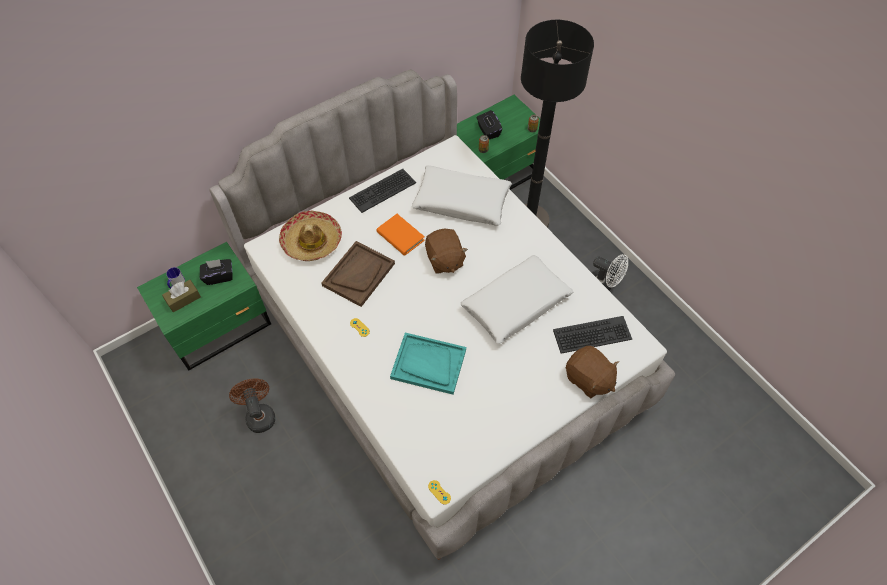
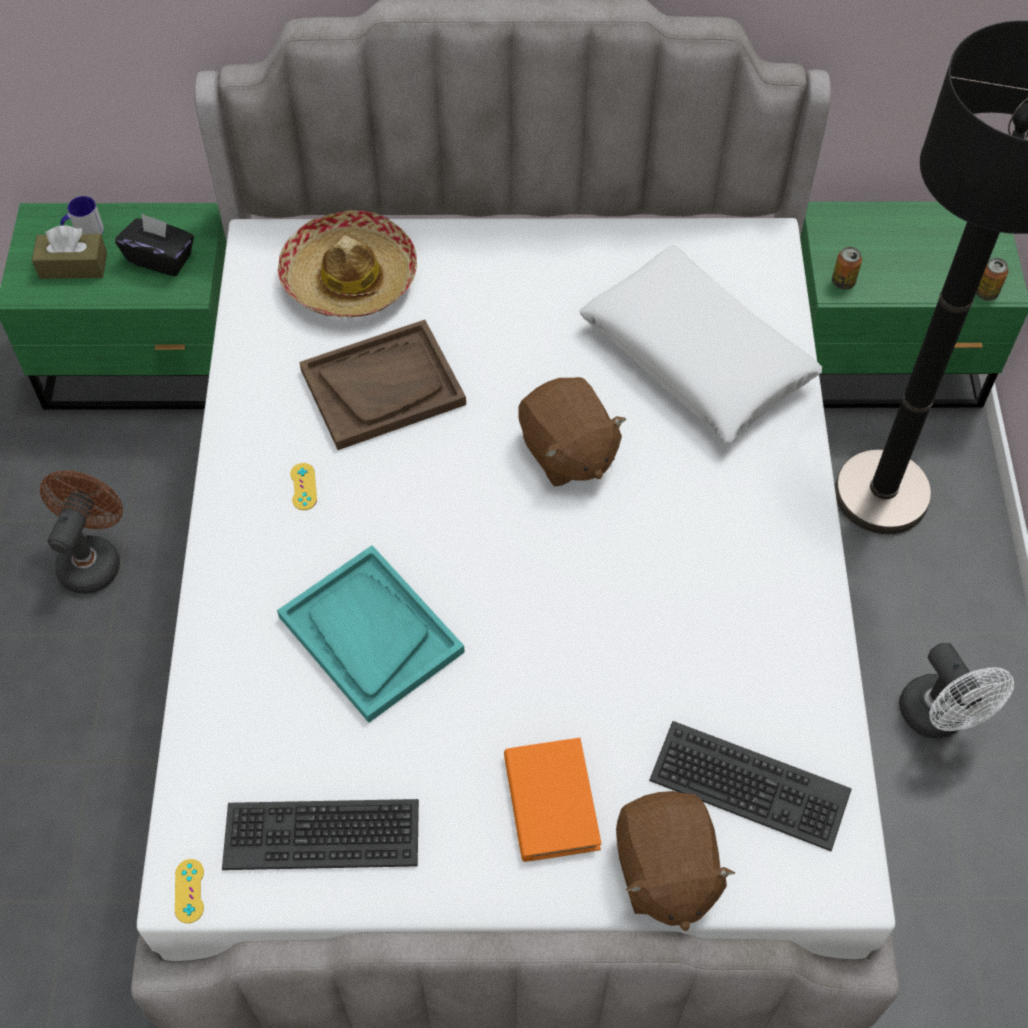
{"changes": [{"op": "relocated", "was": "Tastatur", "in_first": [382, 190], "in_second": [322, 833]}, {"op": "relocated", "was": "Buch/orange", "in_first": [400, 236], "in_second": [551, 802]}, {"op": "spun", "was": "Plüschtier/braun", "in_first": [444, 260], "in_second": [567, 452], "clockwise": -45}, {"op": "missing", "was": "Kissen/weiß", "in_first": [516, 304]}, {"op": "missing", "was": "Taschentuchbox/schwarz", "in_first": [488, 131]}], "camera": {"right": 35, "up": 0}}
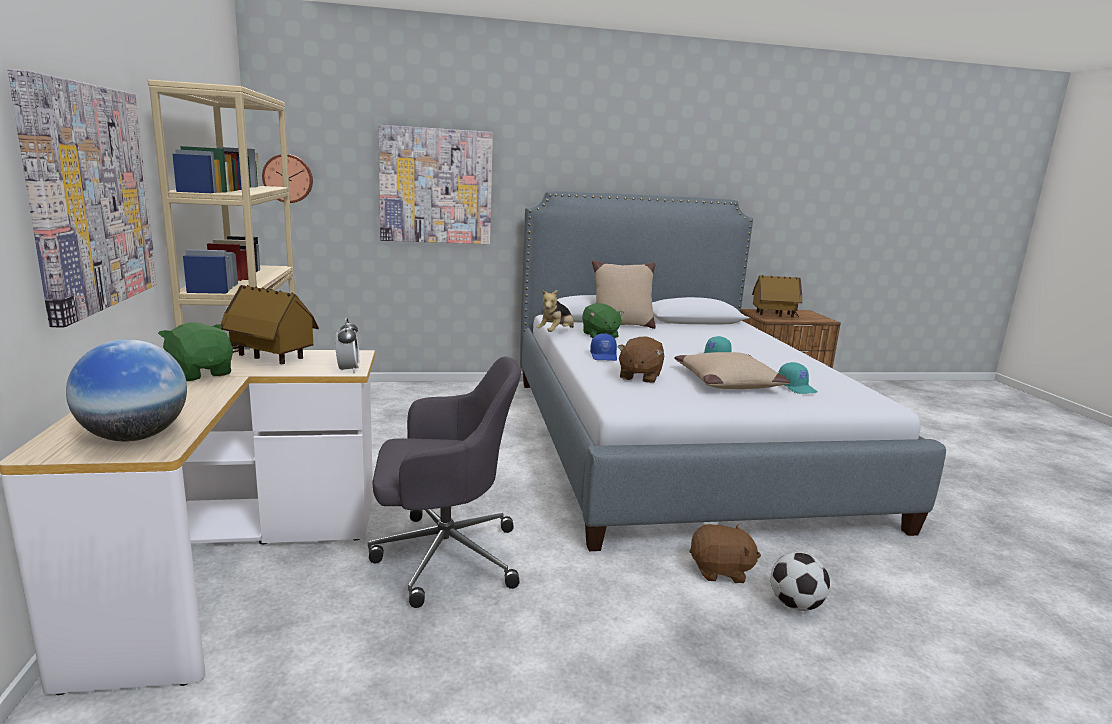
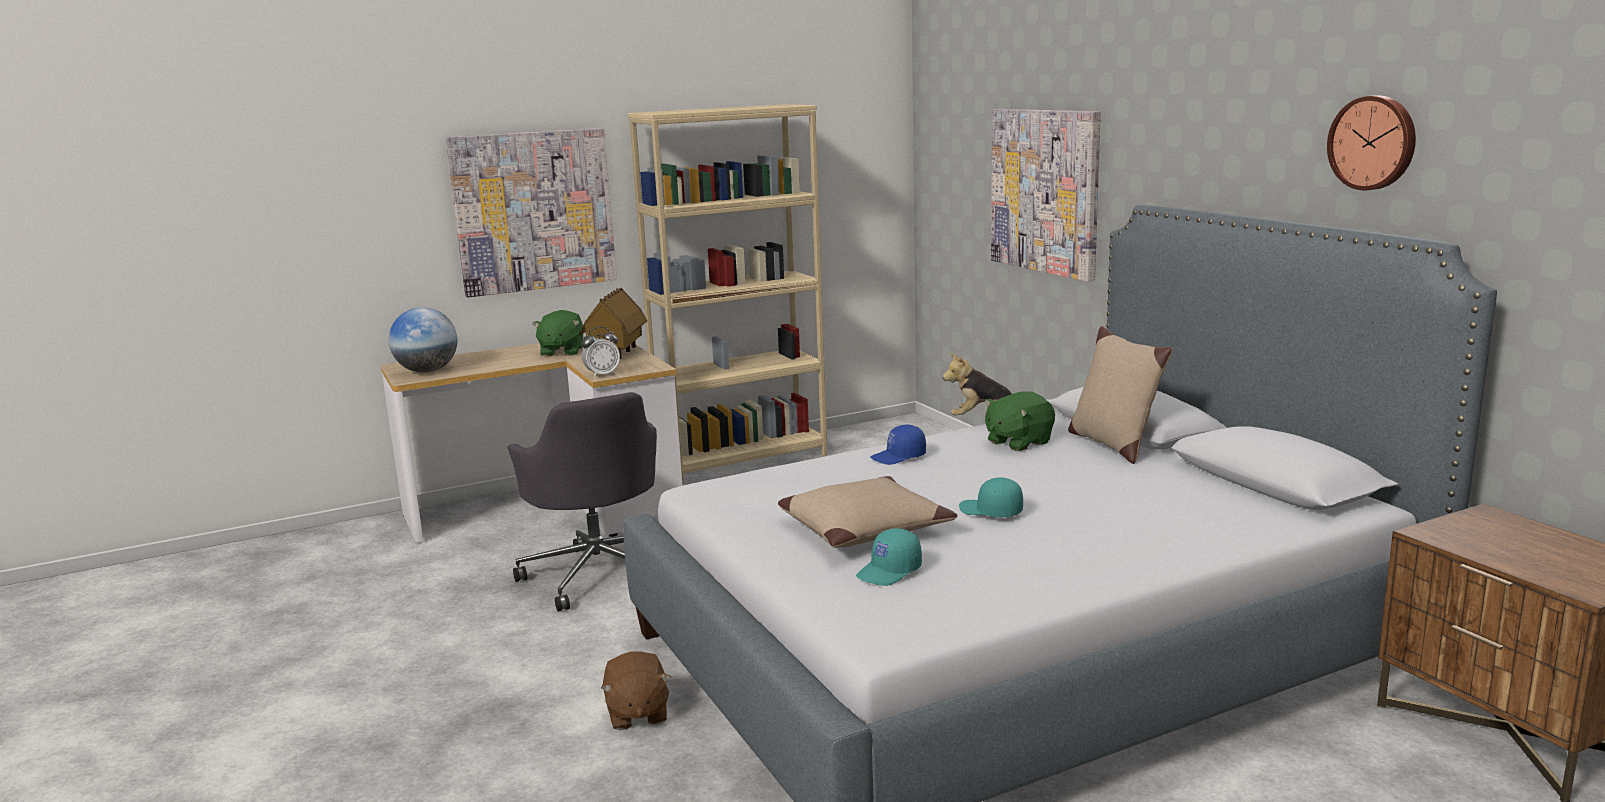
{"changes": [{"op": "spun", "was": "Plüschtier/grün", "in_first": [201, 373], "in_second": [561, 352], "clockwise": 150}, {"op": "relocated", "was": "Wanduhr", "in_first": [288, 178], "in_second": [1373, 142]}, {"op": "missing", "was": "Plüschtier/braun", "in_first": [639, 376]}, {"op": "missing", "was": "Spielzeughaus", "in_first": [774, 315]}, {"op": "missing", "was": "Fußball", "in_first": [795, 605]}], "camera": {"right": 75, "up": 0}}
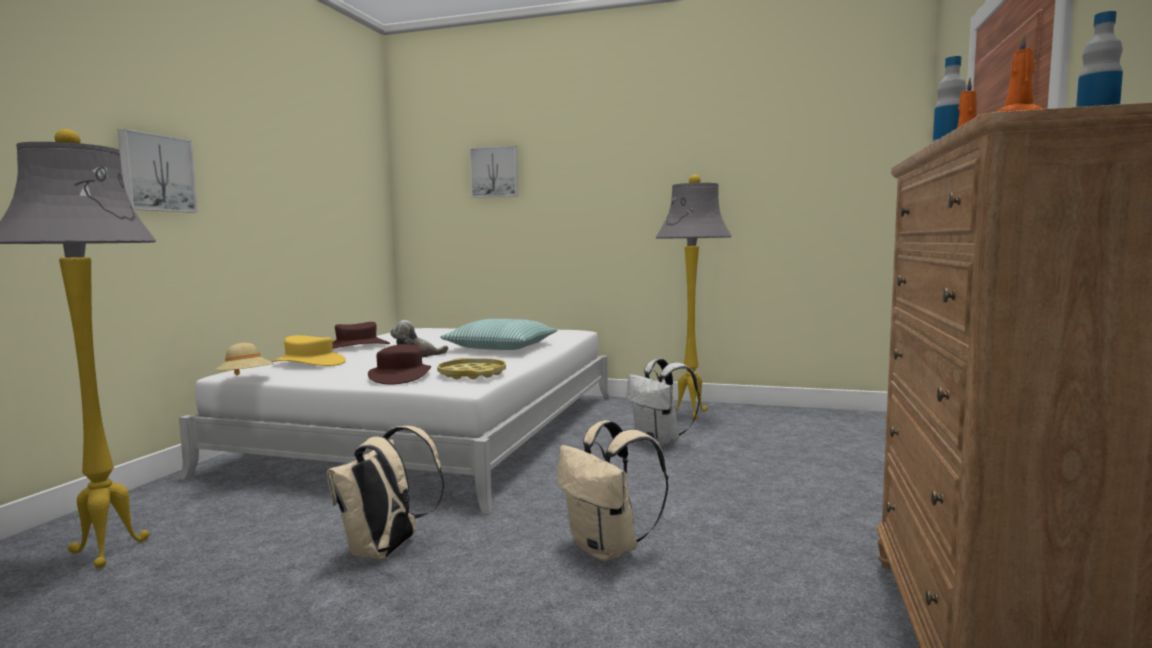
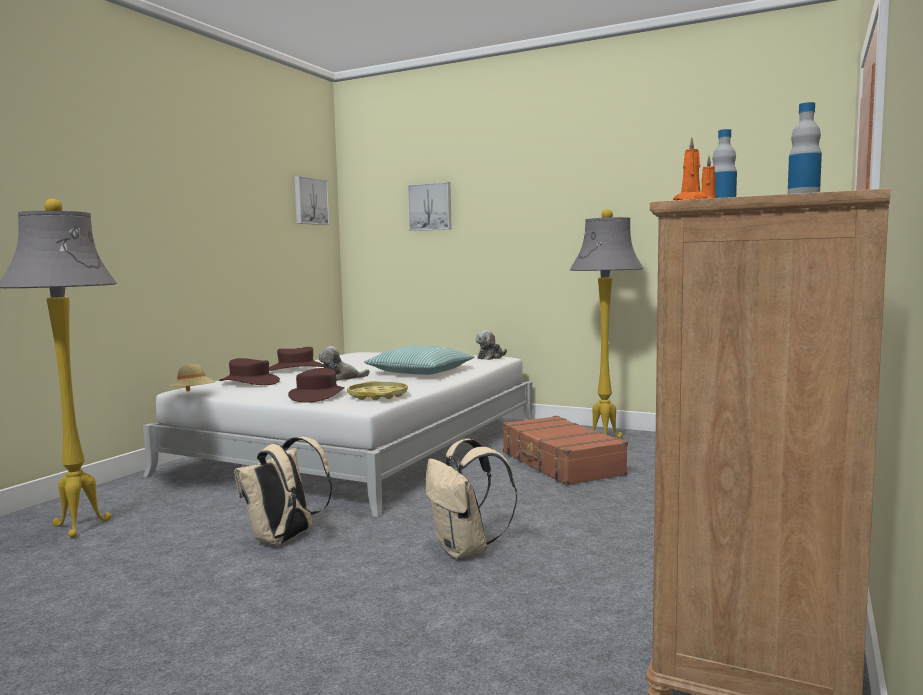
{"changes": [{"op": "relocated", "was": "Bild", "in_first": [156, 173], "in_second": [310, 201]}, {"op": "colour", "was": "Hut/gelb", "now": "Hut/braun", "in_first": [309, 362], "in_second": [250, 382]}, {"op": "exchanged", "was": "Rucksack/weiß", "now": "Koffer/braun", "in_first": [660, 441], "in_second": [560, 464]}, {"op": "appeared", "now": "Plüschtier", "in_second": [491, 357]}], "camera": {"right": 10, "up": 0}}
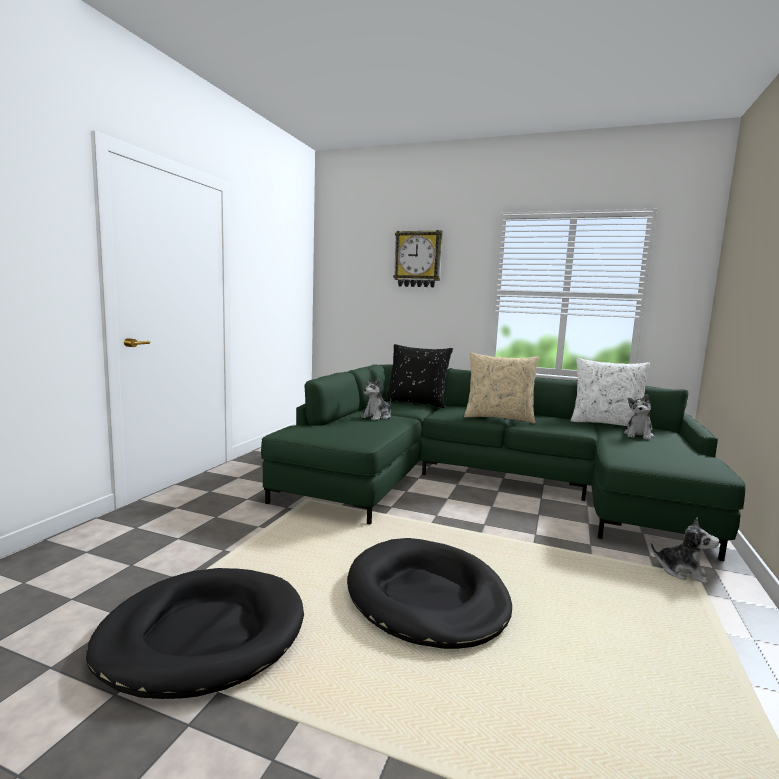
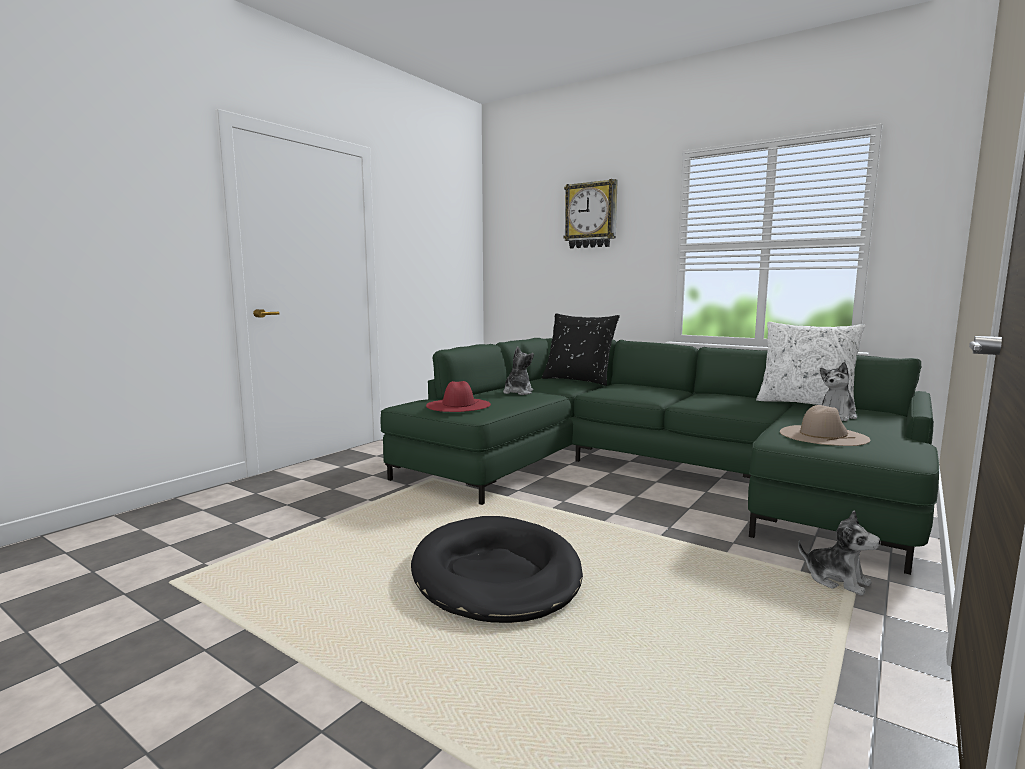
{"changes": [{"op": "missing", "was": "Hundebett/schwarz", "in_first": [203, 635]}, {"op": "spun", "was": "Plüschtier", "in_first": [377, 417], "in_second": [517, 392], "clockwise": 150}, {"op": "missing", "was": "Kissen/beige", "in_first": [499, 418]}, {"op": "appeared", "now": "Hut/rot", "in_second": [458, 405]}, {"op": "appeared", "now": "Hut/beige", "in_second": [823, 435]}], "camera": {"right": 15, "up": 0}}
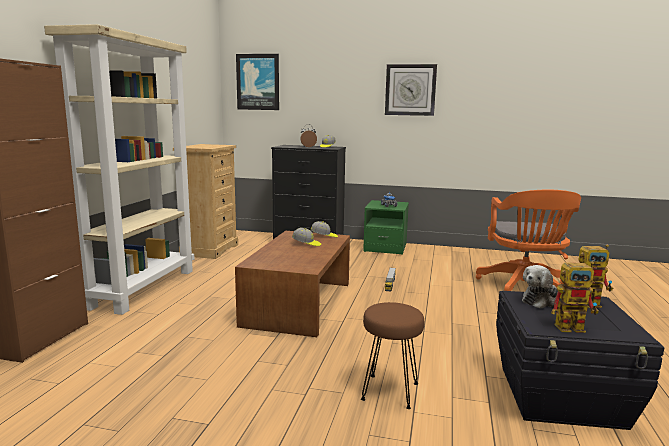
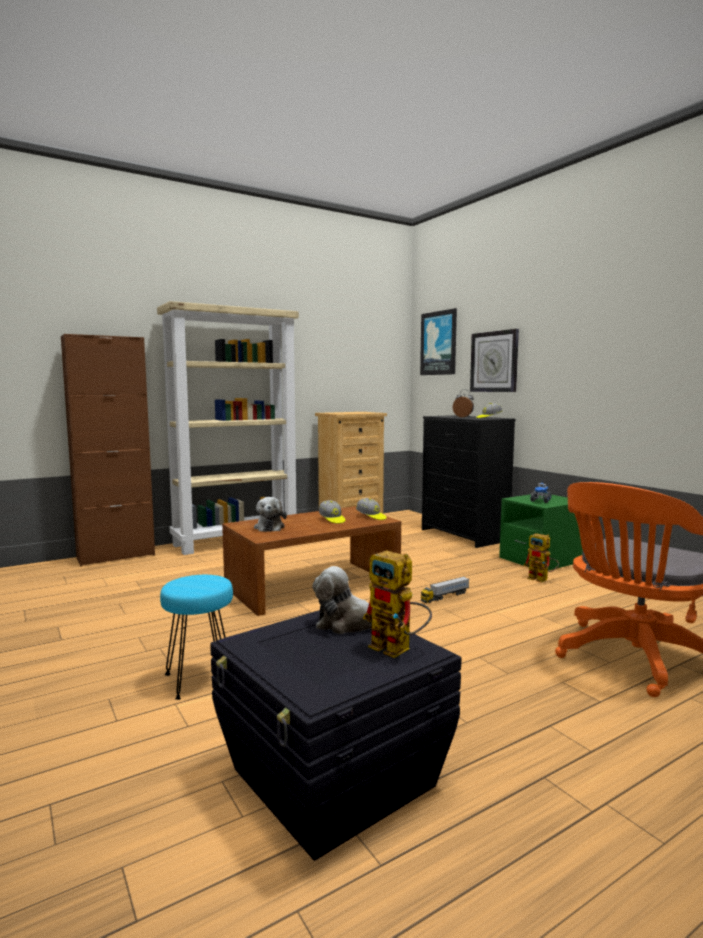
{"changes": [{"op": "colour", "was": "Hocker/braun", "now": "Hocker/türkis", "in_first": [390, 391], "in_second": [201, 679]}, {"op": "relocated", "was": "Wanduhr", "in_first": [410, 90], "in_second": [494, 361]}, {"op": "relocated", "was": "Spielzeugroboter", "in_first": [574, 327], "in_second": [542, 579]}, {"op": "appeared", "now": "Plüschtier", "in_second": [269, 527]}], "camera": {"right": 45, "up": -5}}
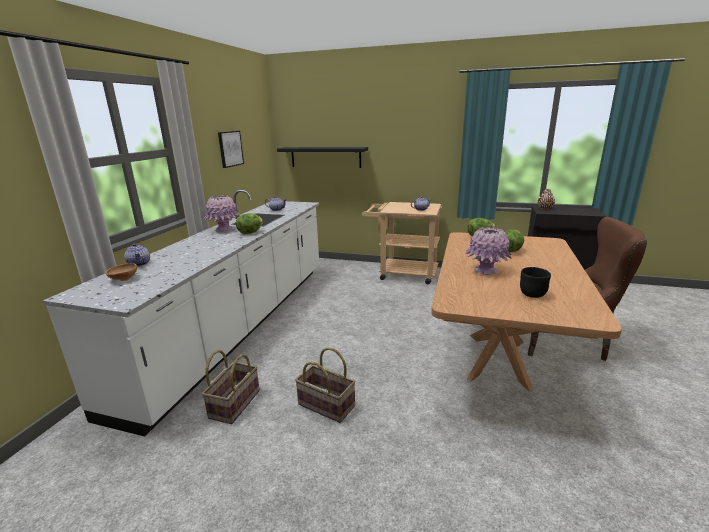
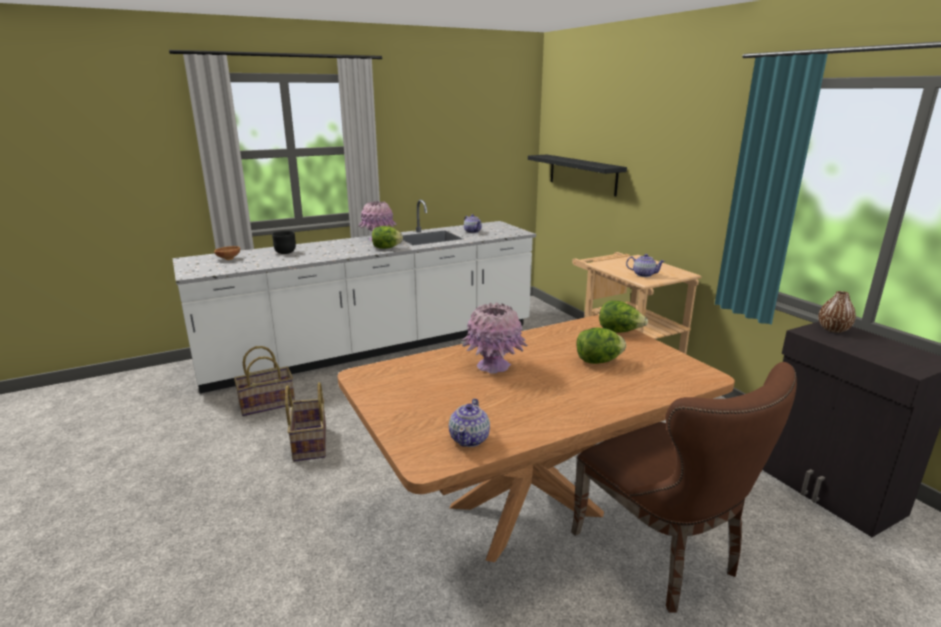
{"changes": [{"op": "relocated", "was": "Teekanne", "in_first": [139, 264], "in_second": [470, 439]}, {"op": "missing", "was": "Bild", "in_first": [230, 148]}, {"op": "relocated", "was": "Schüssel/schwarz", "in_first": [531, 294], "in_second": [285, 252]}], "camera": {"right": 45, "up": 0}}
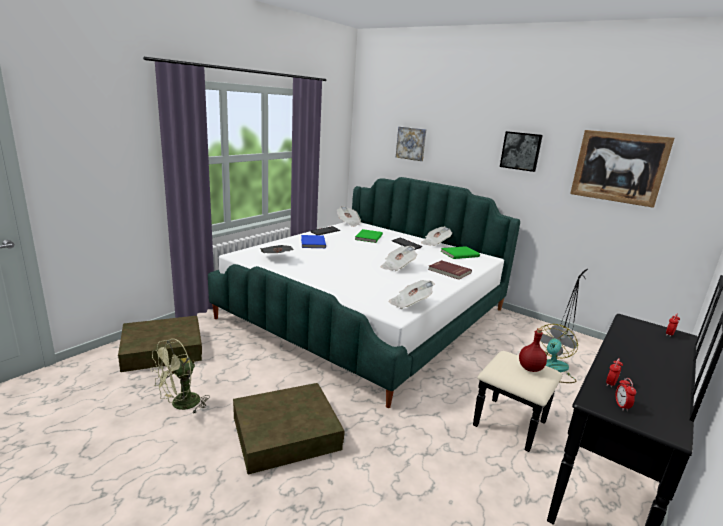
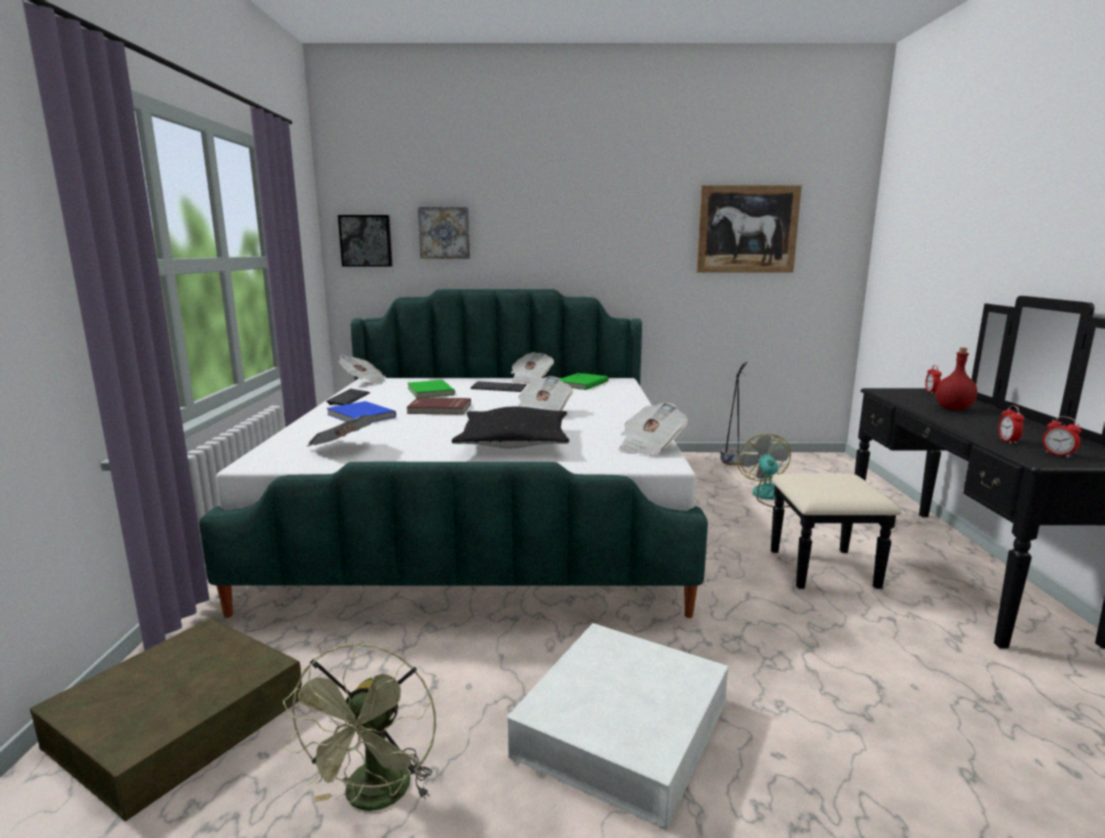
{"changes": [{"op": "colour", "was": "Aufbewahrungsbox/braun", "now": "Aufbewahrungsbox/weiß", "in_first": [286, 433], "in_second": [622, 728]}, {"op": "relocated", "was": "Buch/rot", "in_first": [449, 271], "in_second": [439, 409]}, {"op": "relocated", "was": "Bild", "in_first": [521, 151], "in_second": [366, 241]}, {"op": "relocated", "was": "Flasche/rot", "in_first": [530, 368], "in_second": [953, 408]}, {"op": "appeared", "now": "Kissen/schwarz", "in_second": [514, 442]}], "camera": {"right": -35, "up": -5}}
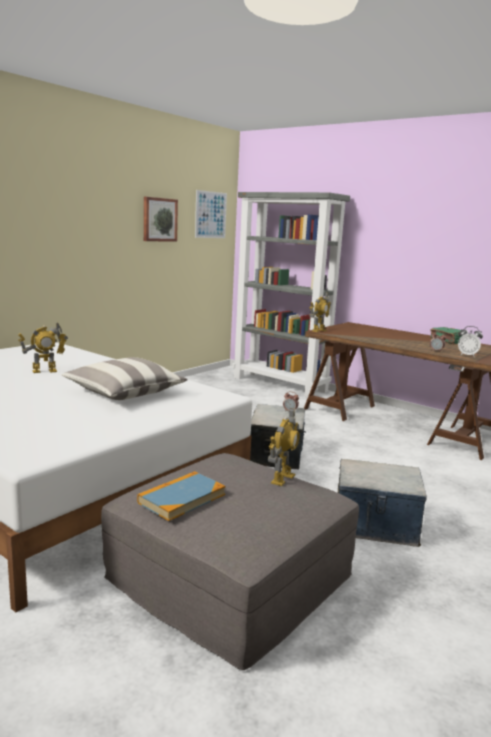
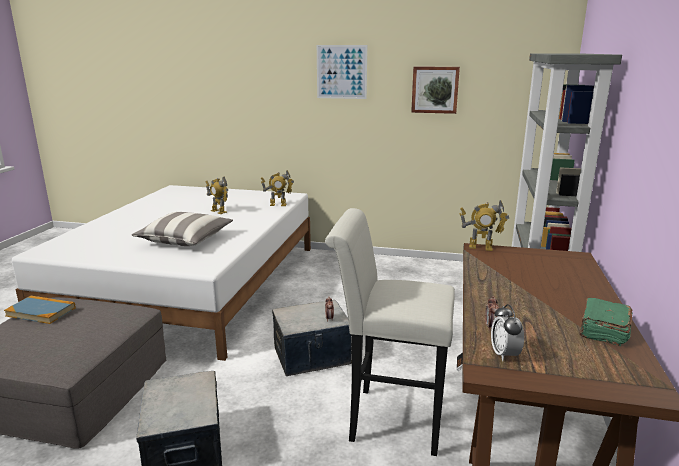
{"changes": [{"op": "relocated", "was": "Bild", "in_first": [211, 215], "in_second": [341, 72]}, {"op": "relocated", "was": "Spielzeugroboter", "in_first": [282, 478], "in_second": [278, 205]}, {"op": "appeared", "now": "Hocker/weiß", "in_second": [388, 418]}], "camera": {"right": 65, "up": 5}}
